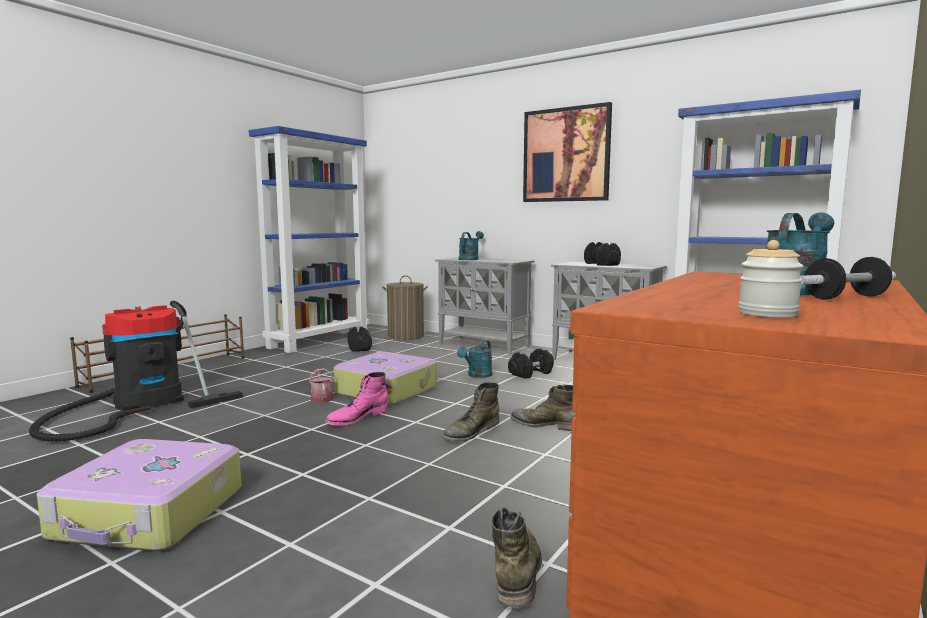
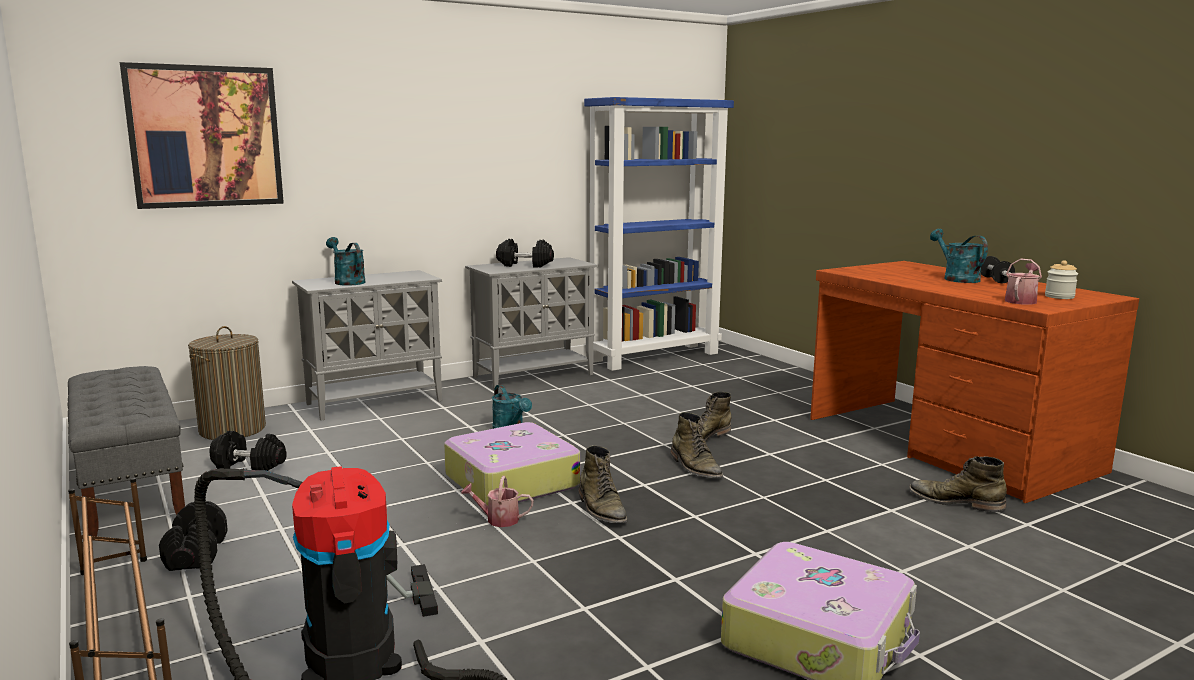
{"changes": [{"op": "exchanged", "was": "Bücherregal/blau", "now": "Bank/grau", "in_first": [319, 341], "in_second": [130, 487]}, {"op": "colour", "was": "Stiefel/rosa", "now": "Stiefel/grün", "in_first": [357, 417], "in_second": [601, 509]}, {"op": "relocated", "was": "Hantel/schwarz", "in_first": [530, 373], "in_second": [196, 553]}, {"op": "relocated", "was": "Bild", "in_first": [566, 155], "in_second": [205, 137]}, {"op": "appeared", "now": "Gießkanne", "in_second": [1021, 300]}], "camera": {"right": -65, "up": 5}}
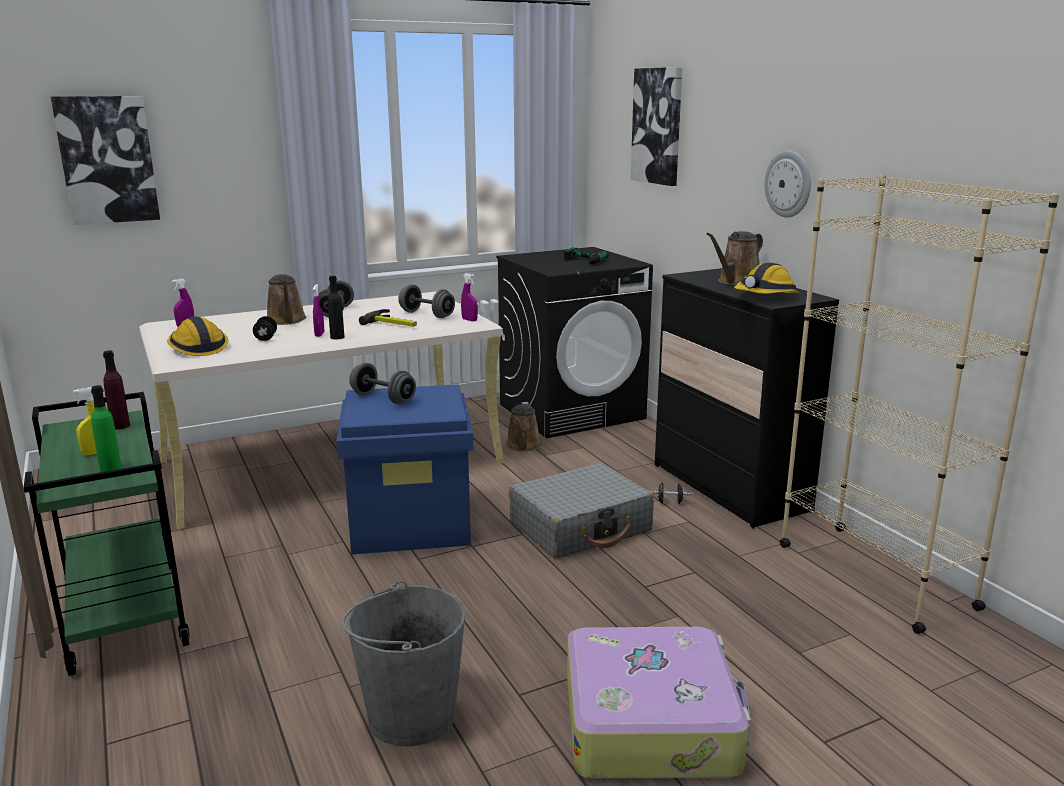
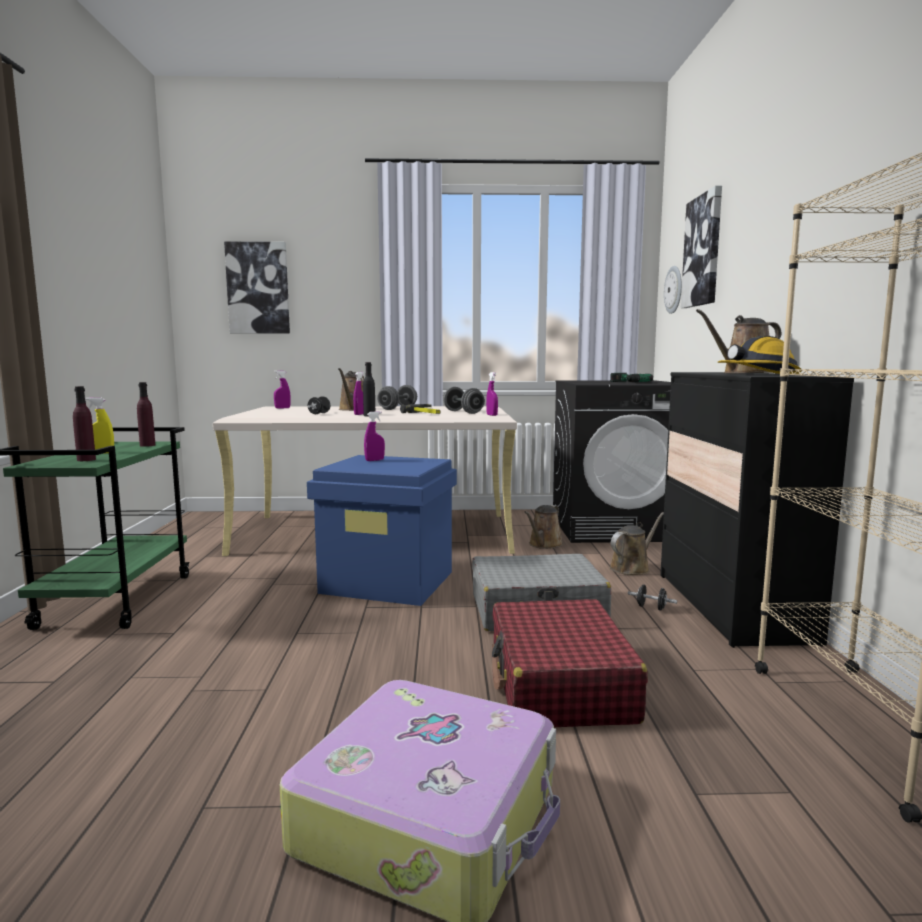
{"changes": [{"op": "colour", "was": "Flasche/grün", "now": "Flasche/lila", "in_first": [111, 469], "in_second": [86, 460]}, {"op": "missing", "was": "Schutzhelm", "in_first": [197, 348]}, {"op": "missing", "was": "Eimer/grau", "in_first": [411, 715]}, {"op": "exchanged", "was": "Hantel/grau", "now": "Sprühflasche/lila", "in_first": [383, 399], "in_second": [374, 460]}, {"op": "relocated", "was": "Wanduhr", "in_first": [789, 184], "in_second": [674, 290]}, {"op": "appeared", "now": "Koffer/rot", "in_second": [560, 684]}, {"op": "appeared", "now": "Gießkanne/braun", "in_second": [632, 568]}], "camera": {"right": 25, "up": -10}}
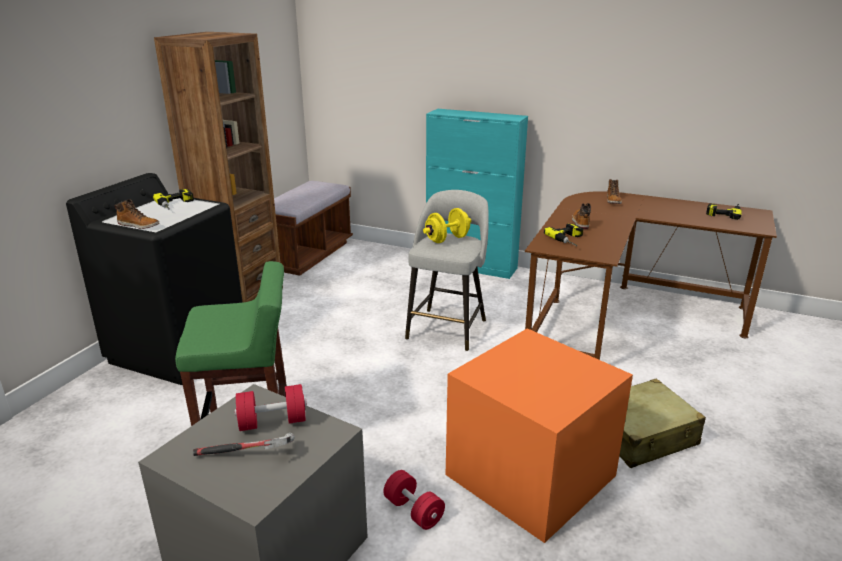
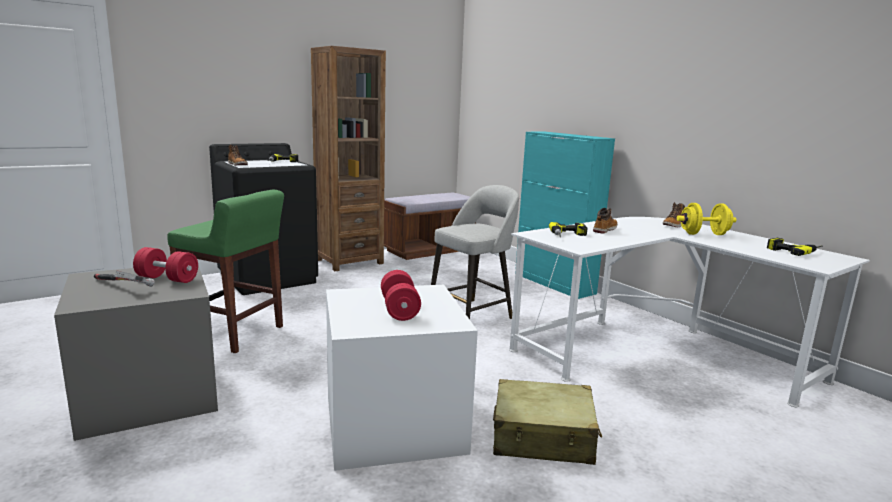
{"changes": [{"op": "relocated", "was": "Hantel/rot", "in_first": [413, 511], "in_second": [399, 309]}, {"op": "relocated", "was": "Hantel/gelb", "in_first": [447, 239], "in_second": [703, 234]}, {"op": "colour", "was": "Aufbewahrungsbox/orange", "now": "Aufbewahrungsbox/weiß", "in_first": [531, 477], "in_second": [392, 425]}, {"op": "colour", "was": "Schreibtisch/braun", "now": "Schreibtisch/weiß", "in_first": [622, 317], "in_second": [657, 351]}], "camera": {"right": 30, "up": -10}}
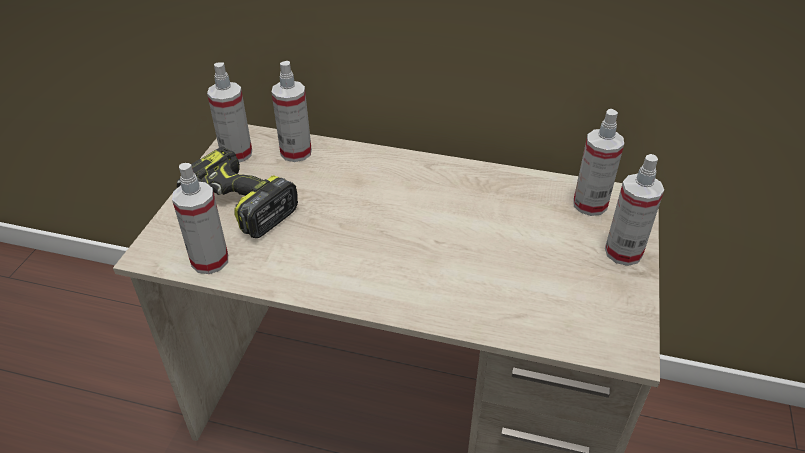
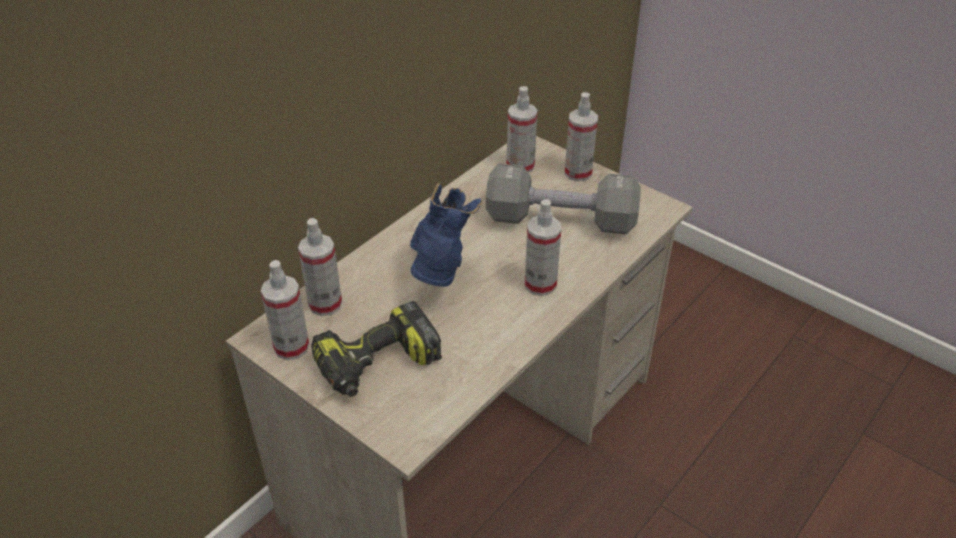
{"changes": [{"op": "relocated", "was": "Sprühflasche", "in_first": [210, 260], "in_second": [540, 284]}, {"op": "appeared", "now": "Stiefel/blau", "in_second": [440, 273]}, {"op": "appeared", "now": "Hantel/grau", "in_second": [560, 220]}], "camera": {"right": -65, "up": 0}}
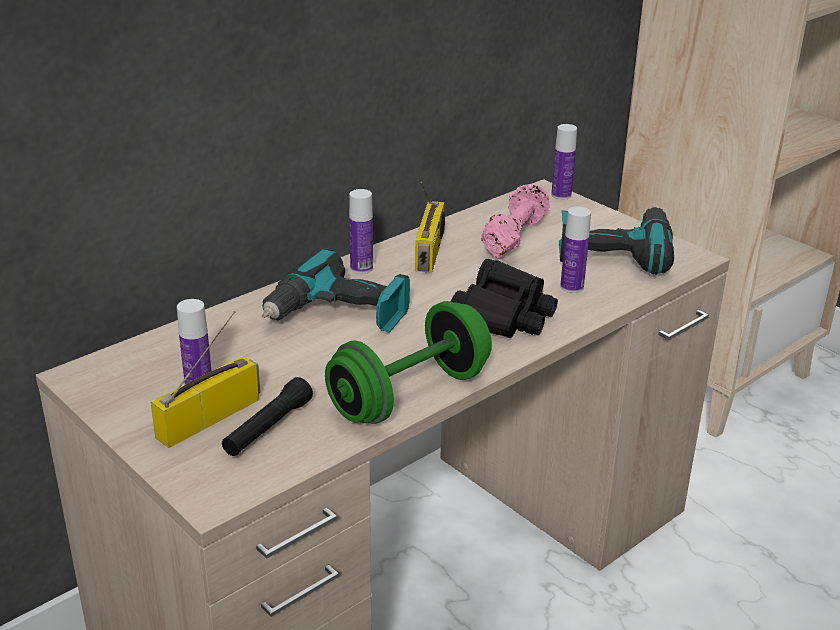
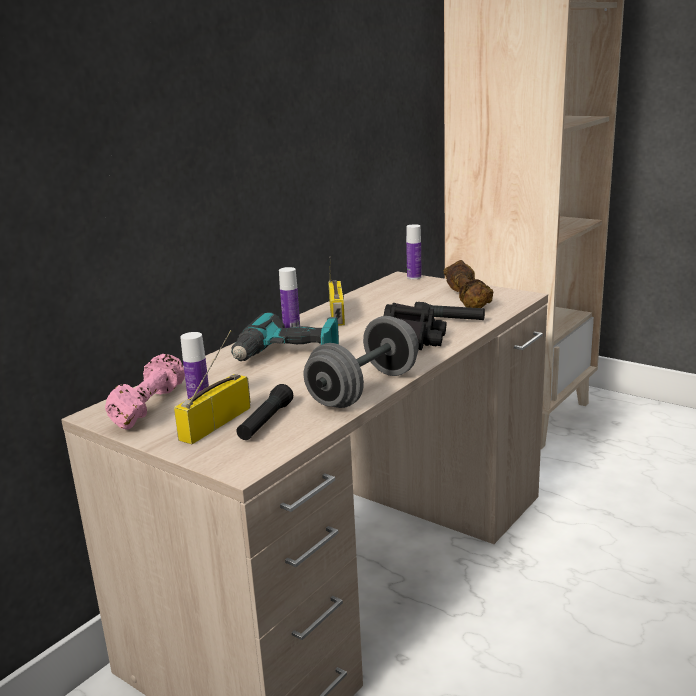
{"changes": [{"op": "colour", "was": "Hantel/grün", "now": "Hantel/grau", "in_first": [409, 395], "in_second": [364, 389]}, {"op": "relocated", "was": "Hantel/rosa", "in_first": [513, 237], "in_second": [148, 407]}, {"op": "exchanged", "was": "Bohrmaschine", "now": "Hantel/braun", "in_first": [614, 251], "in_second": [467, 299]}, {"op": "exchanged", "was": "Flasche", "now": "Taschenlampe/schwarz", "in_first": [572, 287], "in_second": [449, 320]}], "camera": {"right": -10, "up": -10}}
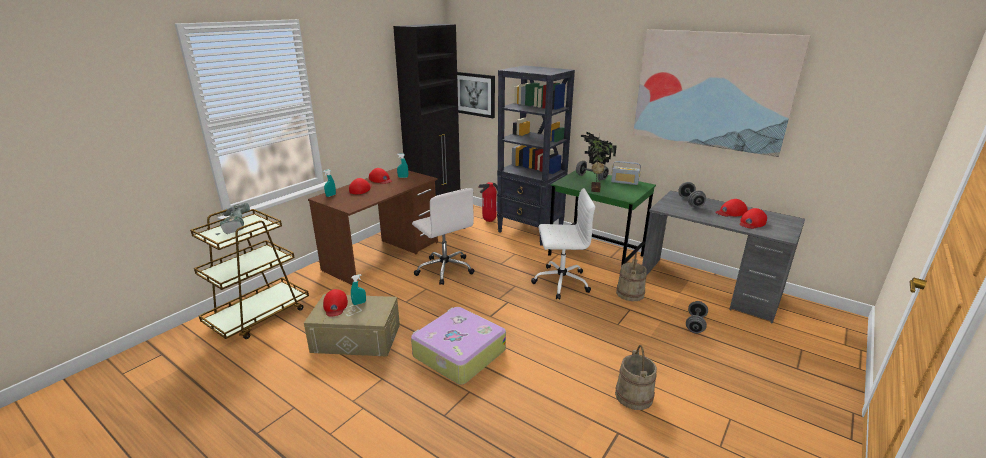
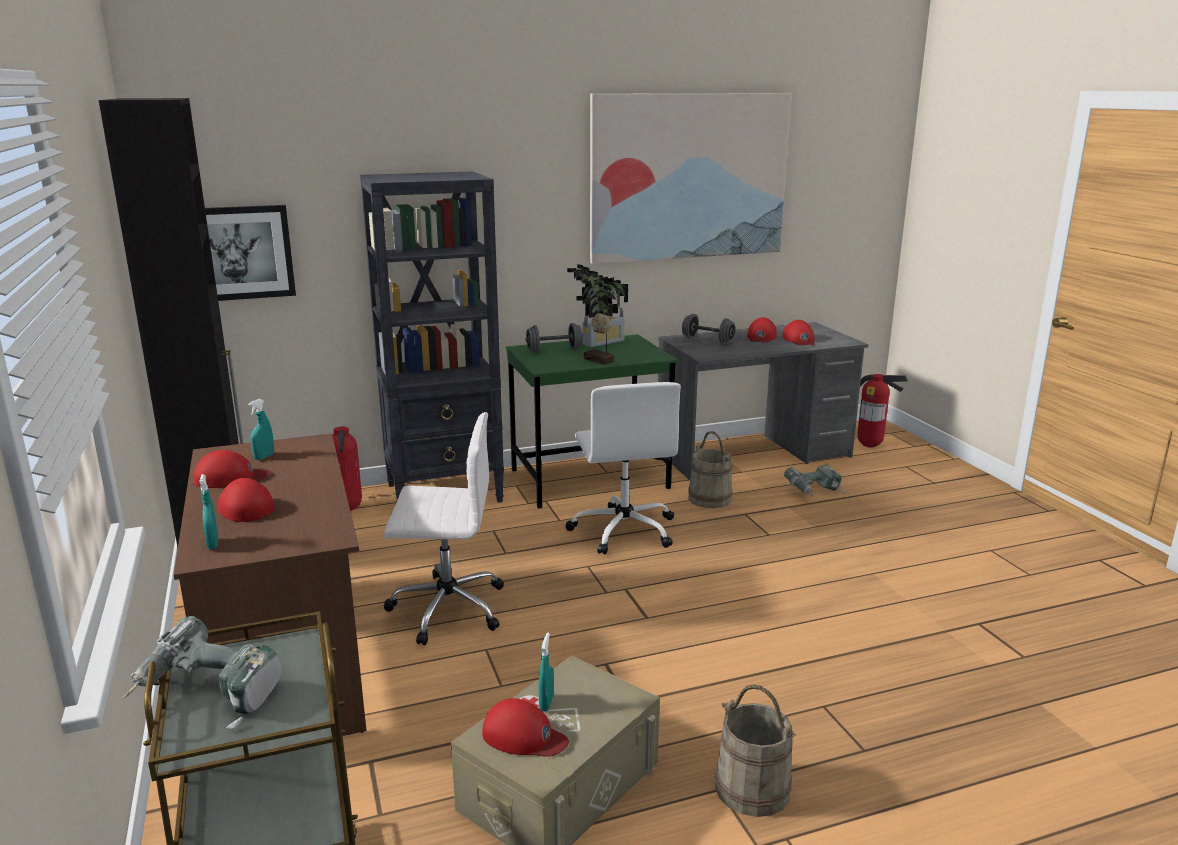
{"changes": [{"op": "missing", "was": "Koffer", "in_first": [458, 353]}, {"op": "spun", "was": "Bürostuhl/weiß", "in_first": [560, 282], "in_second": [624, 530], "clockwise": 135}, {"op": "relocated", "was": "Eimer/beige", "in_first": [634, 396], "in_second": [753, 788]}, {"op": "exchanged", "was": "Hantel/grau", "now": "Bohrmaschine", "in_first": [695, 324], "in_second": [814, 492]}, {"op": "appeared", "now": "Feuerlöscher", "in_second": [870, 446]}], "camera": {"right": -55, "up": -5}}
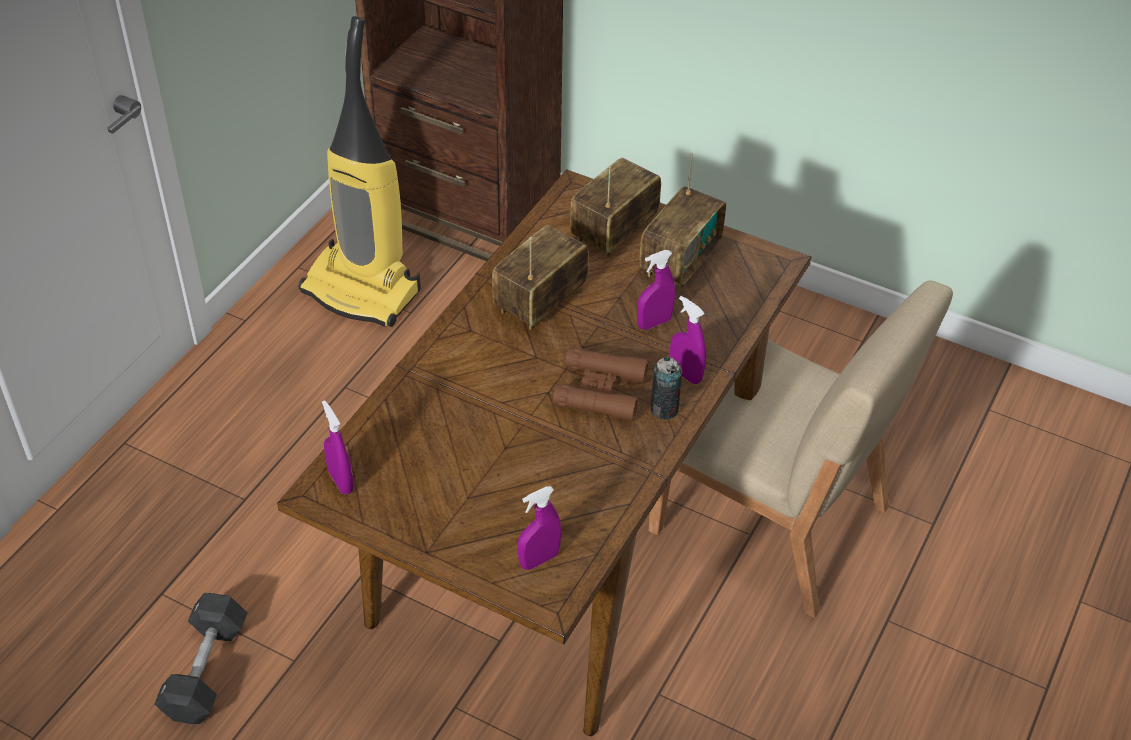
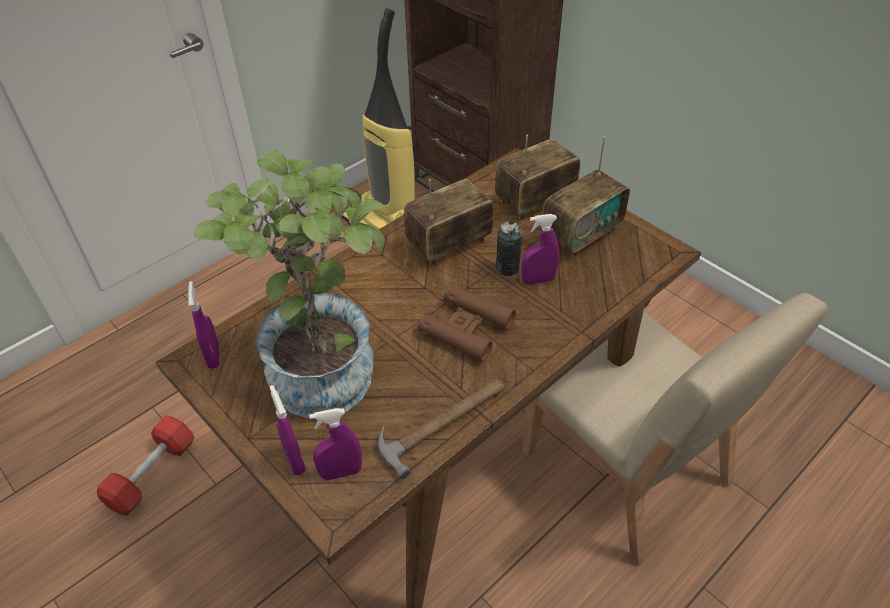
{"changes": [{"op": "colour", "was": "Hantel/schwarz", "now": "Hantel/rot", "in_first": [205, 670], "in_second": [152, 474]}, {"op": "relocated", "was": "Dose", "in_first": [664, 409], "in_second": [507, 268]}, {"op": "relocated", "was": "Sprühflasche/lila", "in_first": [685, 374], "in_second": [294, 460]}, {"op": "appeared", "now": "Topfpflanze", "in_second": [324, 364]}, {"op": "appeared", "now": "Hammer", "in_second": [444, 422]}], "camera": {"right": 20, "up": 0}}
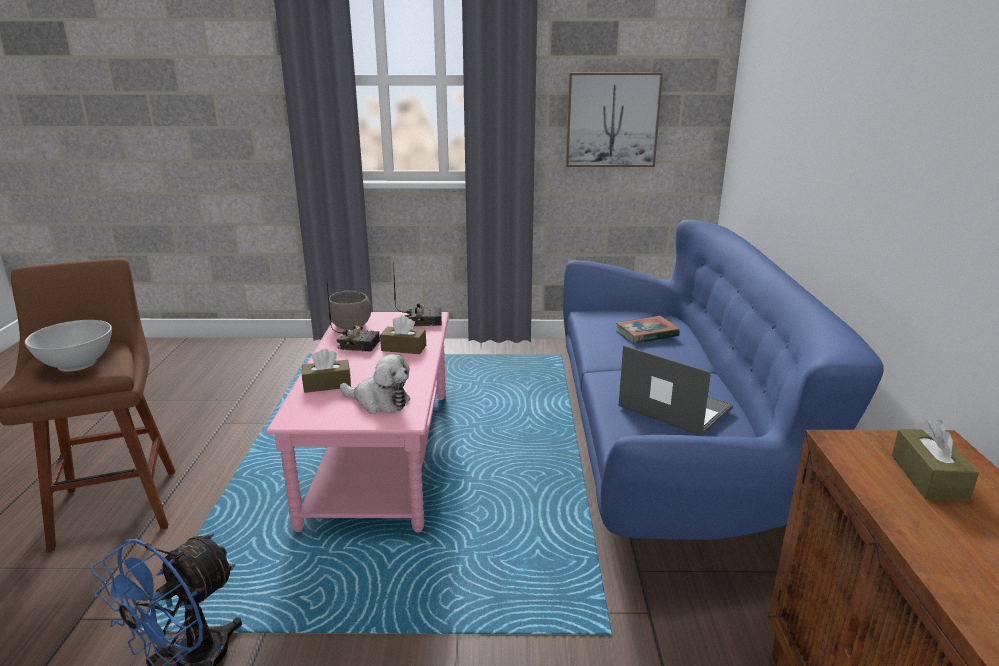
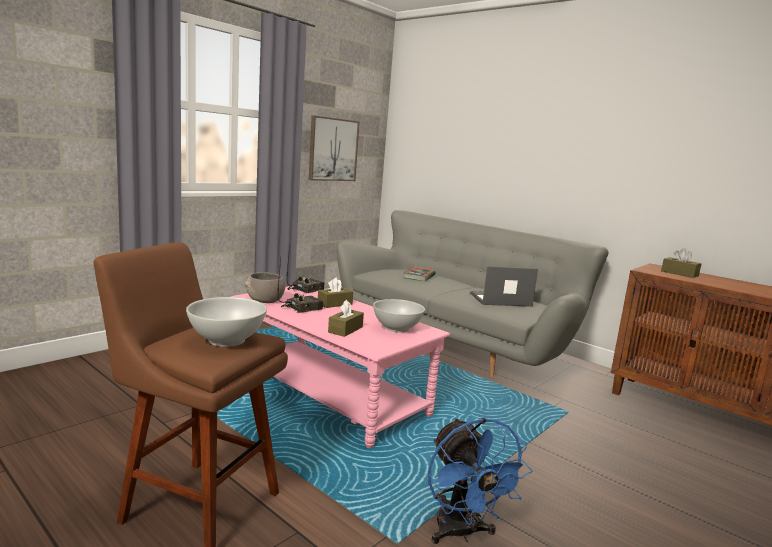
{"changes": [{"op": "exchanged", "was": "Plüschtier", "now": "Schüssel/weiß", "in_first": [379, 401], "in_second": [396, 328]}, {"op": "colour", "was": "Sofa/blau", "now": "Sofa/grau", "in_first": [669, 452], "in_second": [456, 342]}], "camera": {"right": -50, "up": -10}}
